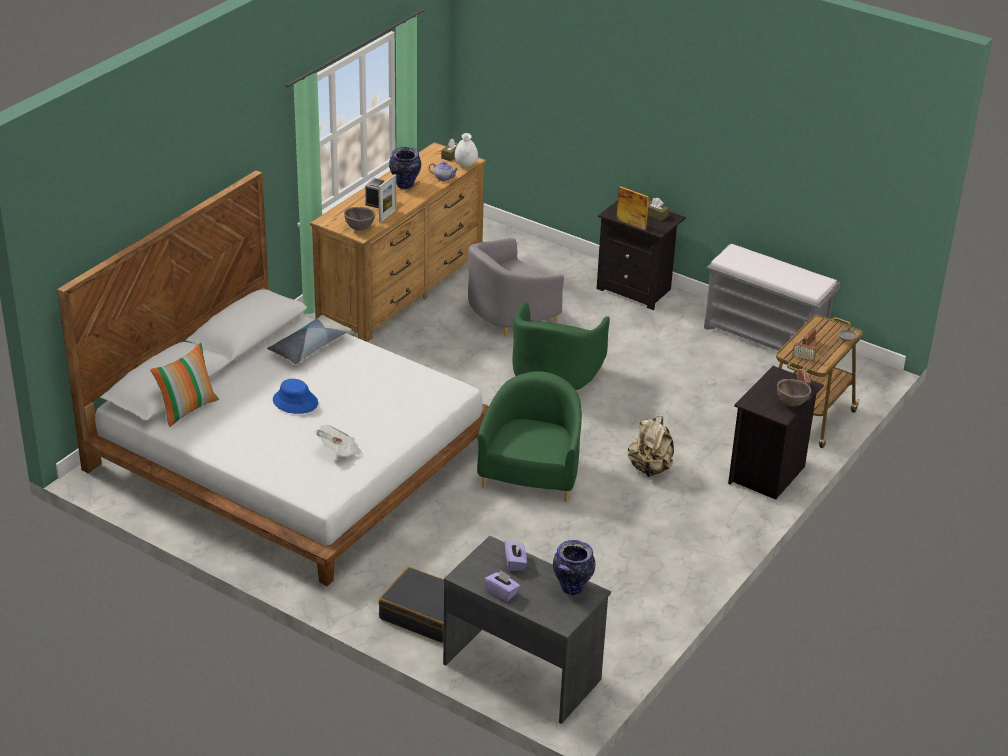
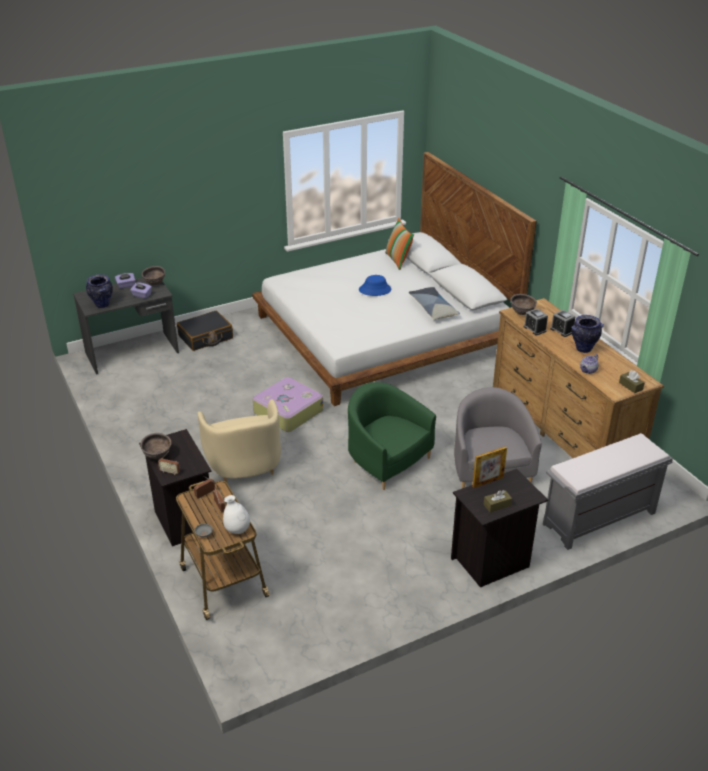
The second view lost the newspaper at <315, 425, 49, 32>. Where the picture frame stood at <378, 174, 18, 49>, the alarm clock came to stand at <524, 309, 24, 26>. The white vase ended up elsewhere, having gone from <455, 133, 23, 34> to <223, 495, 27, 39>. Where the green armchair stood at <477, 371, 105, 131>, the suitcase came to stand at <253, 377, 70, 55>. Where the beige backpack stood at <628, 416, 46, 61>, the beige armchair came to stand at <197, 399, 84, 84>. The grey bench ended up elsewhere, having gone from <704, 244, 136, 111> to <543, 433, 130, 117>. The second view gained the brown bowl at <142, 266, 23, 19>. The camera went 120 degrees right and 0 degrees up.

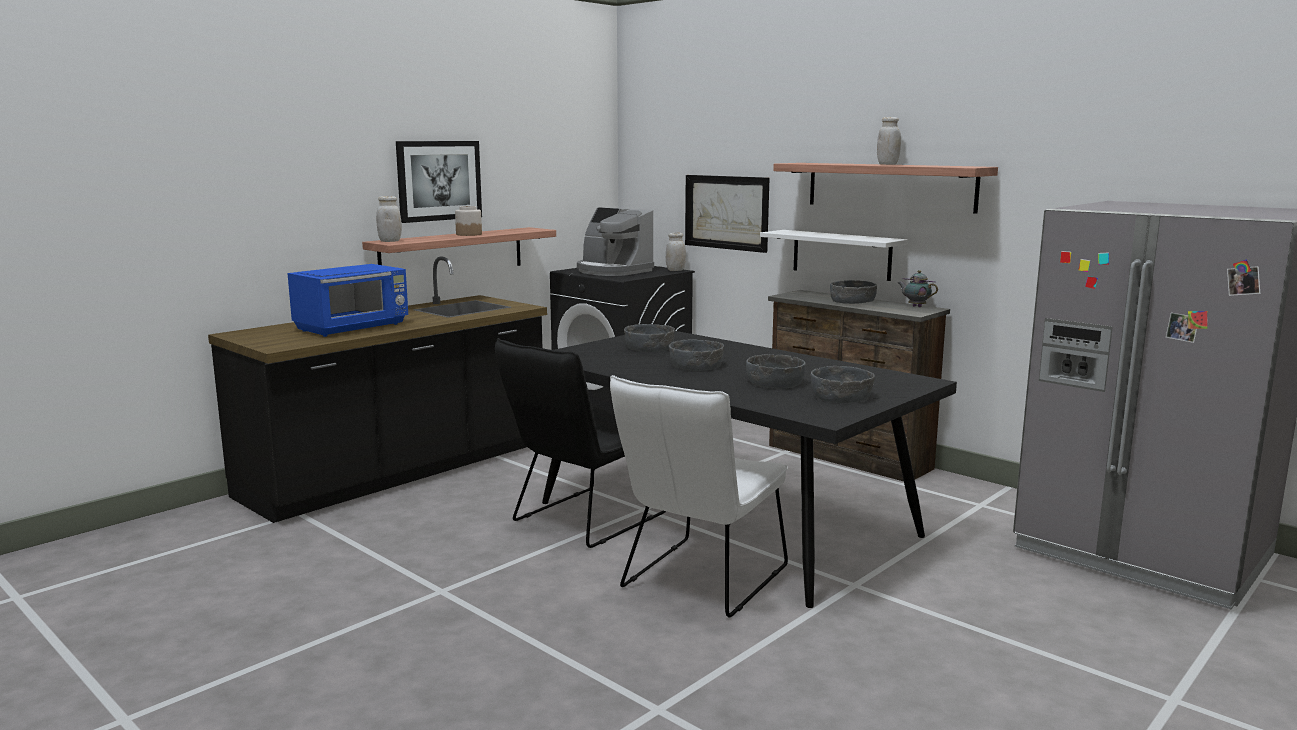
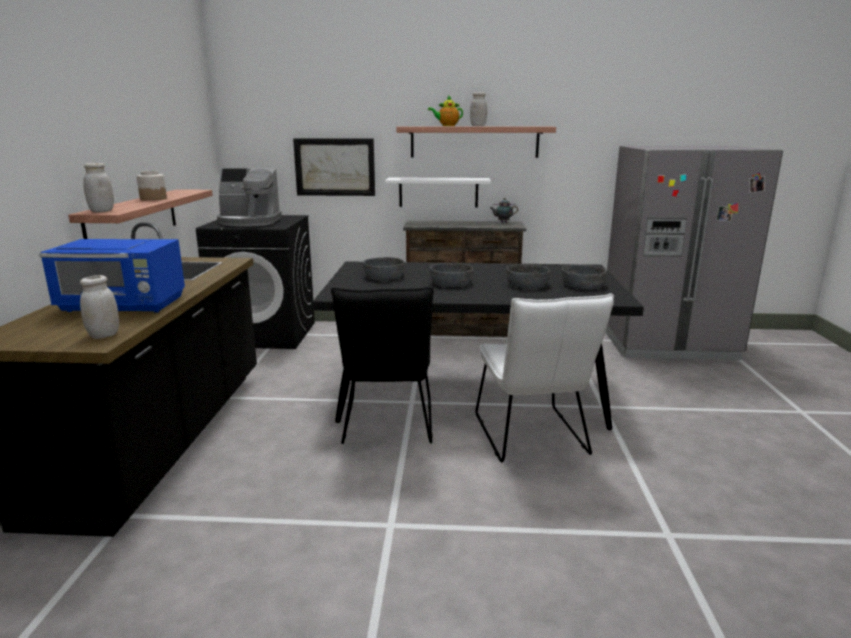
The blue microwave at <287, 264, 121, 73> ended up facing another way, 90 degrees clockwise from before. The second view lost the picture at <396, 141, 86, 82>. The white jar ended up elsewhere, having gone from <666, 233, 20, 38> to <80, 275, 39, 64>. The second view lost the grey bowl at <830, 280, 47, 24>. The second view gained the teapot at <428, 95, 35, 31>. The camera went 40 degrees left and 5 degrees up.

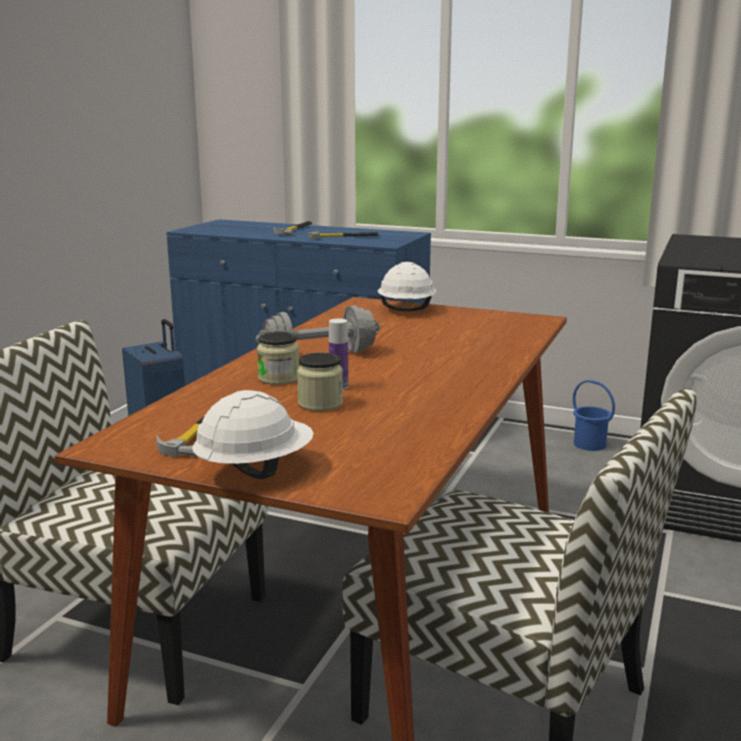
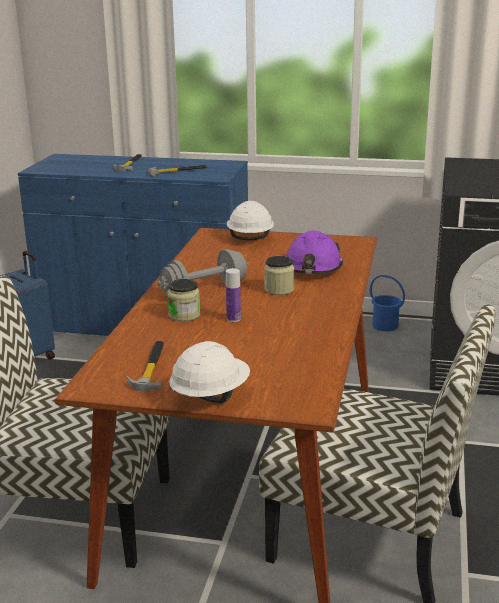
The jar ended up elsewhere, having gone from <297, 353, 46, 58> to <264, 256, 31, 39>. The second view gained the purple hard hat at <286, 230, 57, 44>. The camera went 10 degrees left and 5 degrees up.

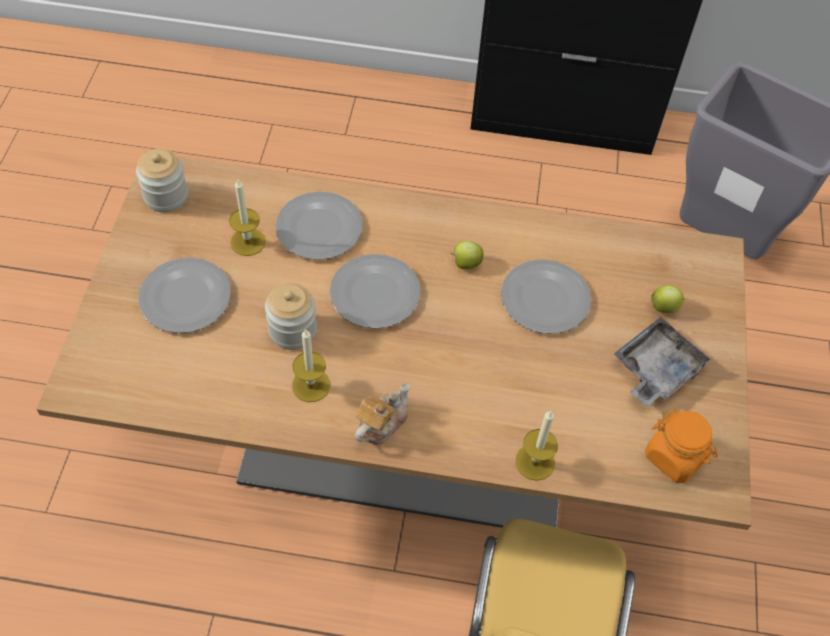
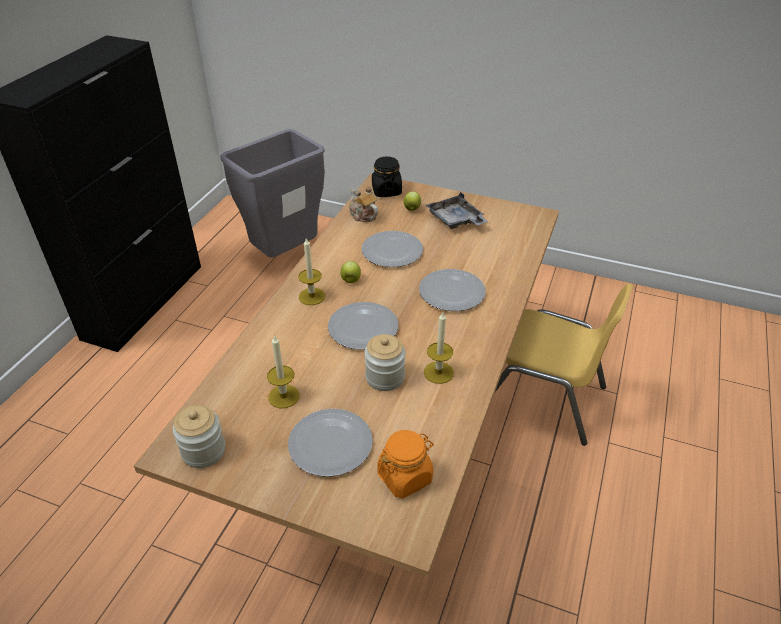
The plate ended up elsewhere, having gone from <275, 191, 88, 69> to <419, 269, 67, 42>. The teapot ended up elsewhere, having gone from <354, 383, 56, 62> to <349, 186, 29, 36>. The candle ended up elsewhere, having gone from <515, 411, 43, 70> to <298, 238, 27, 67>. The orange jar ended up elsewhere, having gone from <645, 409, 73, 74> to <377, 430, 57, 68>. The second view gained the black jar at <372, 157, 30, 40>. The camera went 75 degrees left and 15 degrees down.

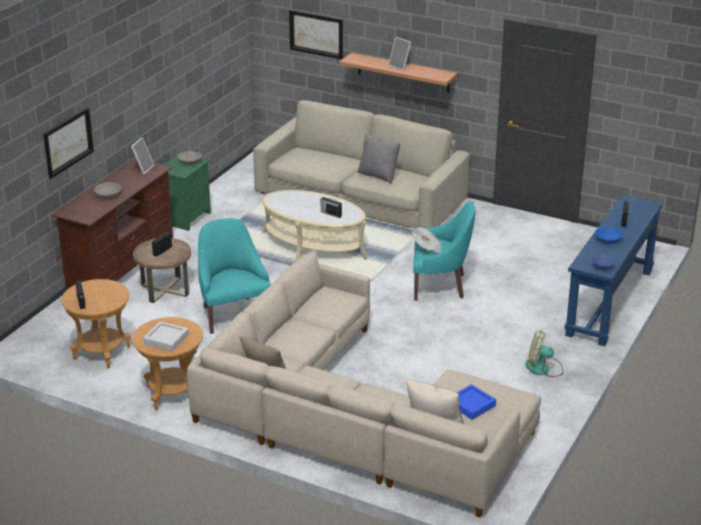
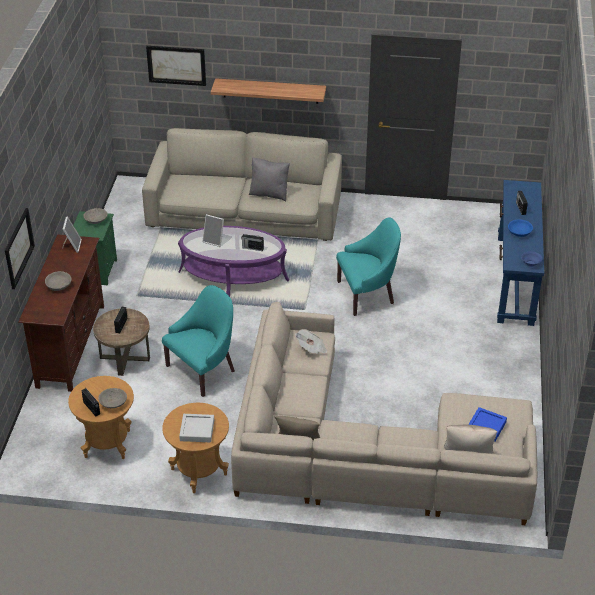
The turquoise armchair at <198, 218, 73, 116> ended up facing another way, 90 degrees clockwise from before. What was the beige coffee table at <262, 190, 106, 71> turned into the purple coffee table at <178, 226, 111, 71>. The picture frame ended up elsewhere, having gone from <388, 37, 23, 34> to <202, 214, 22, 33>. The newspaper ended up elsewhere, having gone from <411, 227, 30, 26> to <295, 329, 33, 25>. The second view lost the fan at <525, 331, 38, 46>. The second view gained the grey bowl at <98, 388, 29, 20>. The camera went 20 degrees left and 10 degrees up.

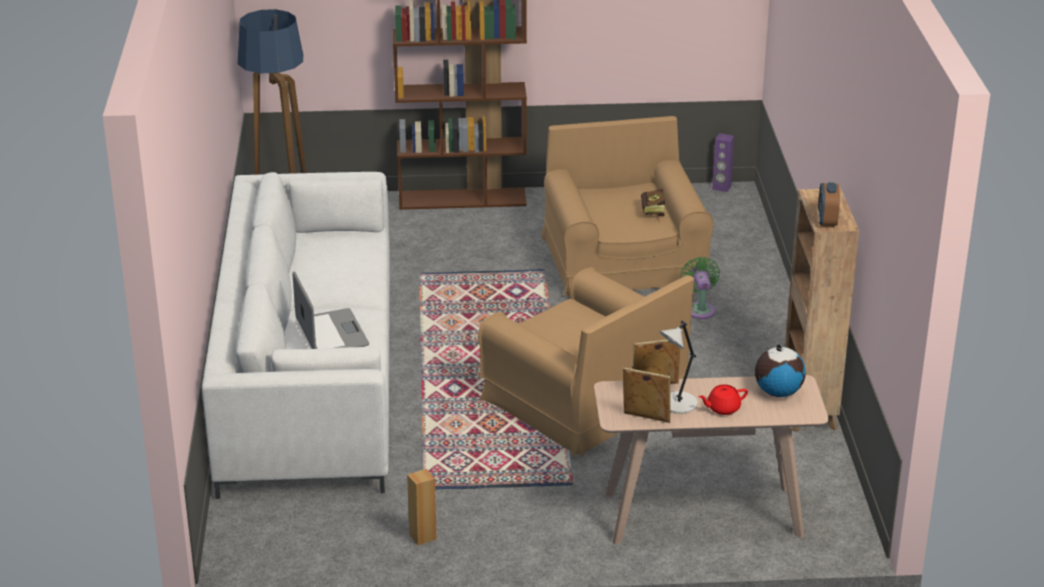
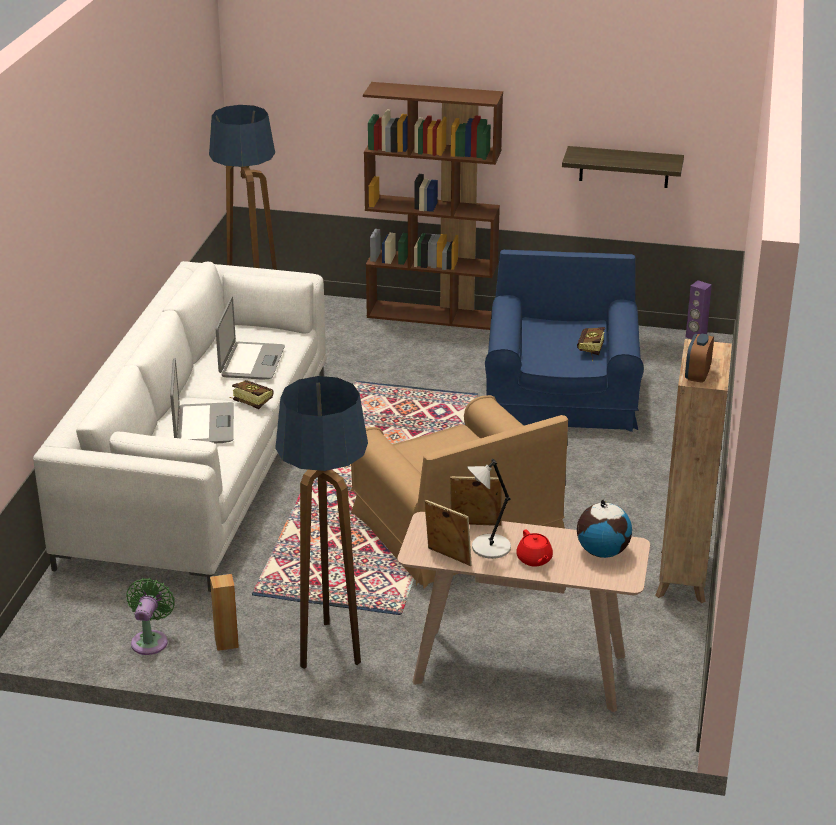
What was the brown armchair at <541, 116, 173, 182> turned into the blue armchair at <485, 250, 159, 182>. The green fan ended up elsewhere, having gone from <680, 257, 40, 62> to <126, 578, 49, 77>. The red teapot at <698, 384, 50, 31> ended up facing another way, 105 degrees counterclockwise from before. The second view gained the laptop at <216, 297, 69, 83>. The second view gained the book at <229, 380, 45, 29>. The second view gained the floor lamp at <275, 376, 93, 293>. The second view gained the shelf at <562, 146, 122, 42>. The camera went 15 degrees right and 0 degrees up.

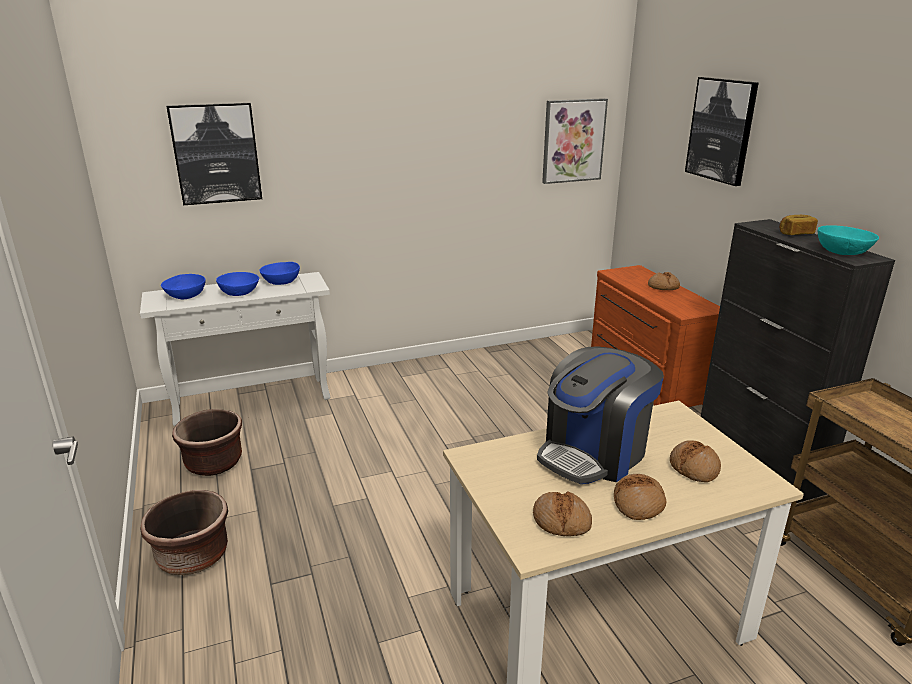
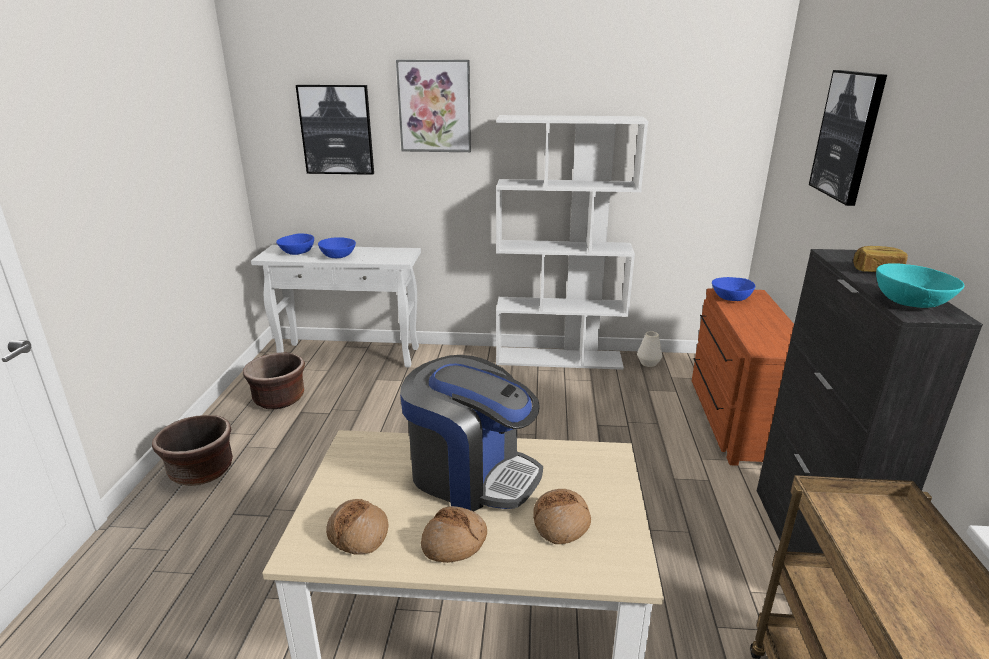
The blue bowl ended up elsewhere, having gone from <259, 262, 41, 23> to <712, 277, 43, 24>. The coffee machine at <537, 346, 127, 138> ended up facing another way, 135 degrees counterclockwise from before. The picture ended up elsewhere, having gone from <542, 98, 66, 86> to <396, 60, 75, 92>. The second view lost the bread at <648, 272, 32, 18>. The second view gained the white bookcase at <496, 115, 152, 255>. The second view gained the white vase at <637, 331, 25, 36>. The camera went 25 degrees right and 0 degrees up.

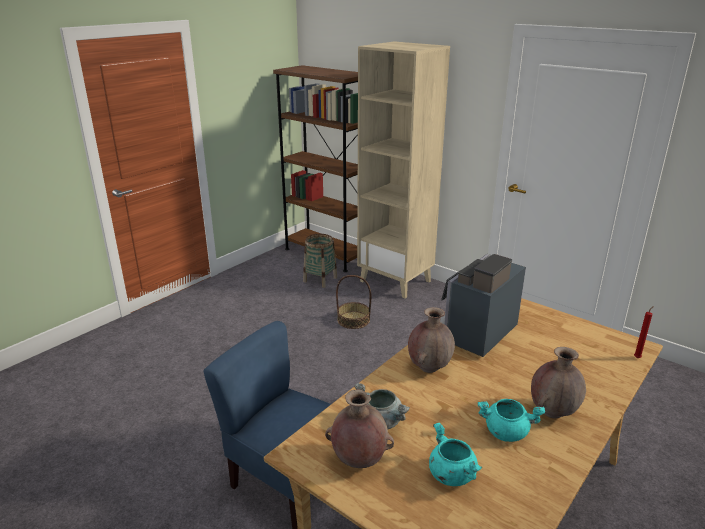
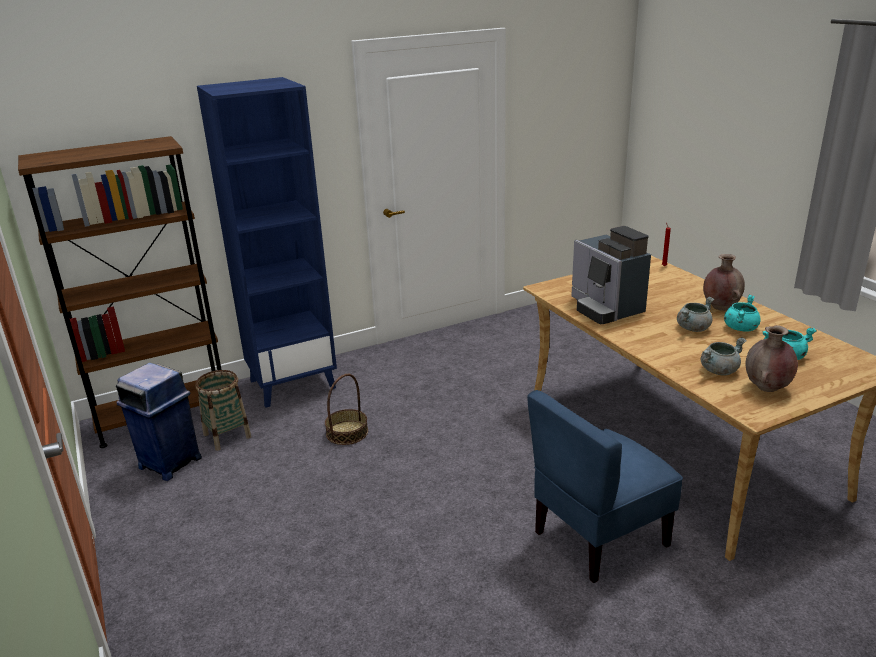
What was the beige bookcase at <357, 41, 93, 258> turned into the blue bookcase at <197, 77, 140, 331>. The second view lost the brown vase at <408, 307, 47, 66>. The second view gained the blue trash can at <116, 363, 86, 118>. The second view gained the grey cooking pot at <677, 297, 37, 35>. The camera went 65 degrees left and 0 degrees up.

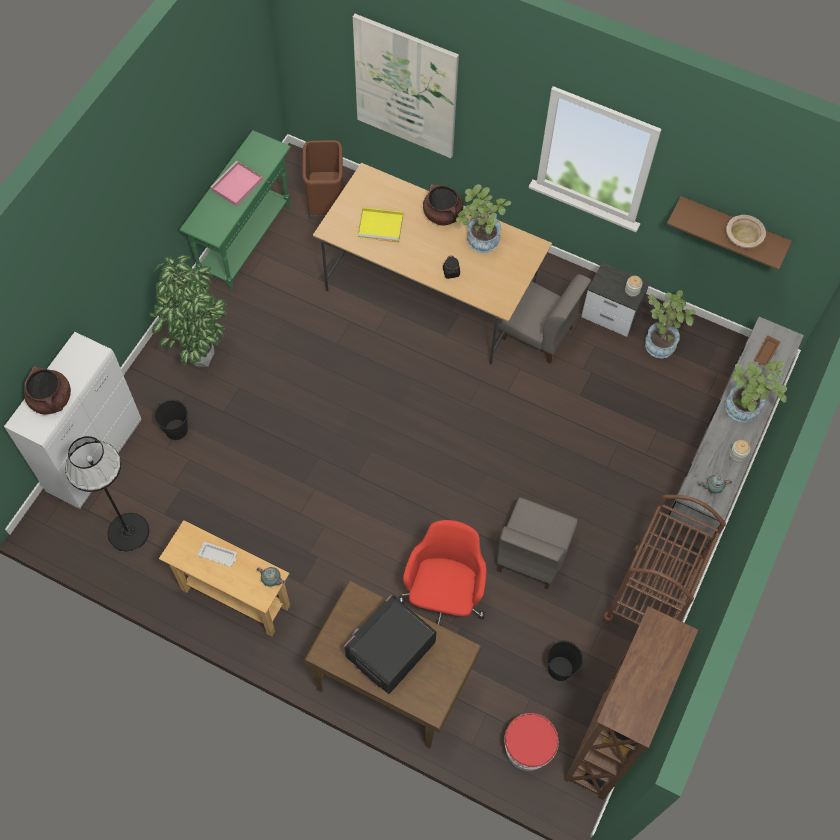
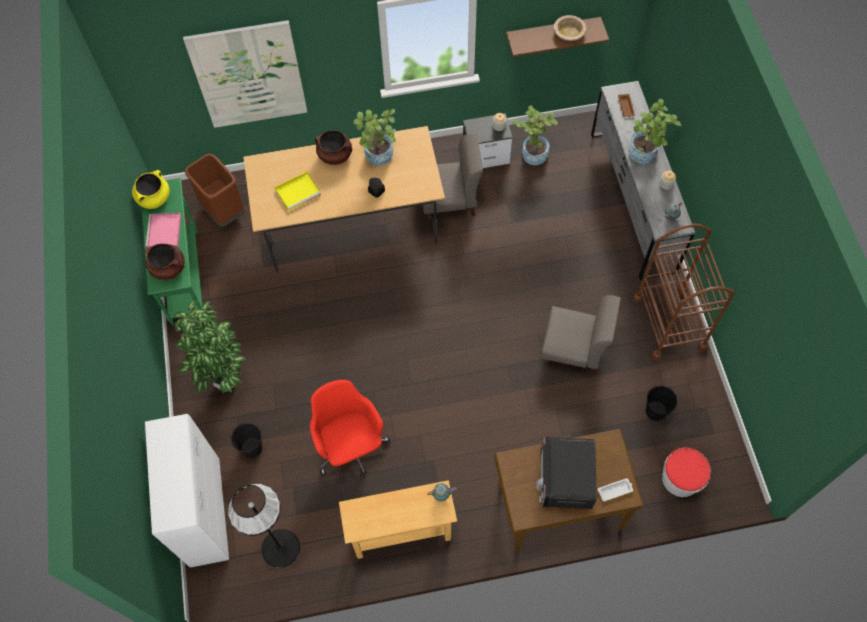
The brown cooking pot ended up elsewhere, having gone from <24, 366, 47, 49> to <144, 244, 41, 36>. The white tray ended up elsewhere, having gone from <198, 542, 39, 25> to <598, 478, 35, 24>. The red office chair ended up elsewhere, having gone from <398, 520, 89, 106> to <310, 380, 80, 95>. The grey chair at <497, 497, 81, 93> ended up facing another way, 60 degrees counterclockwise from before. The second view lost the brown bookcase at <564, 606, 134, 194>. The second view gained the yellow cooking pot at <132, 170, 38, 39>. The camera went 35 degrees left and 0 degrees up.

